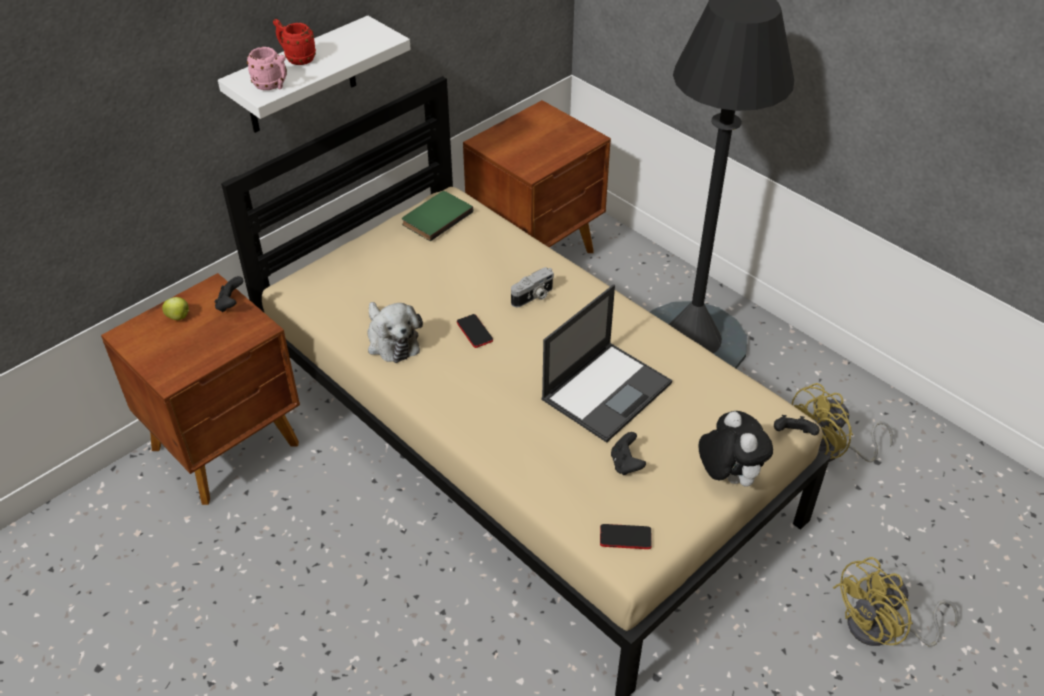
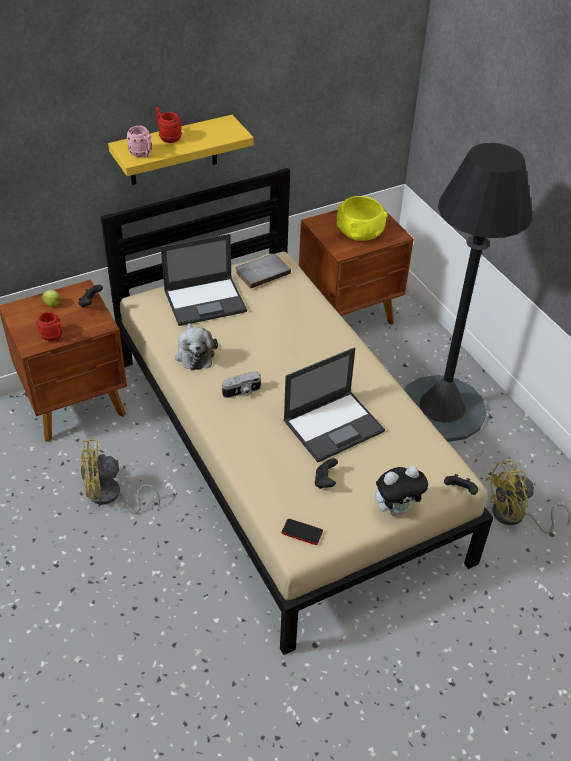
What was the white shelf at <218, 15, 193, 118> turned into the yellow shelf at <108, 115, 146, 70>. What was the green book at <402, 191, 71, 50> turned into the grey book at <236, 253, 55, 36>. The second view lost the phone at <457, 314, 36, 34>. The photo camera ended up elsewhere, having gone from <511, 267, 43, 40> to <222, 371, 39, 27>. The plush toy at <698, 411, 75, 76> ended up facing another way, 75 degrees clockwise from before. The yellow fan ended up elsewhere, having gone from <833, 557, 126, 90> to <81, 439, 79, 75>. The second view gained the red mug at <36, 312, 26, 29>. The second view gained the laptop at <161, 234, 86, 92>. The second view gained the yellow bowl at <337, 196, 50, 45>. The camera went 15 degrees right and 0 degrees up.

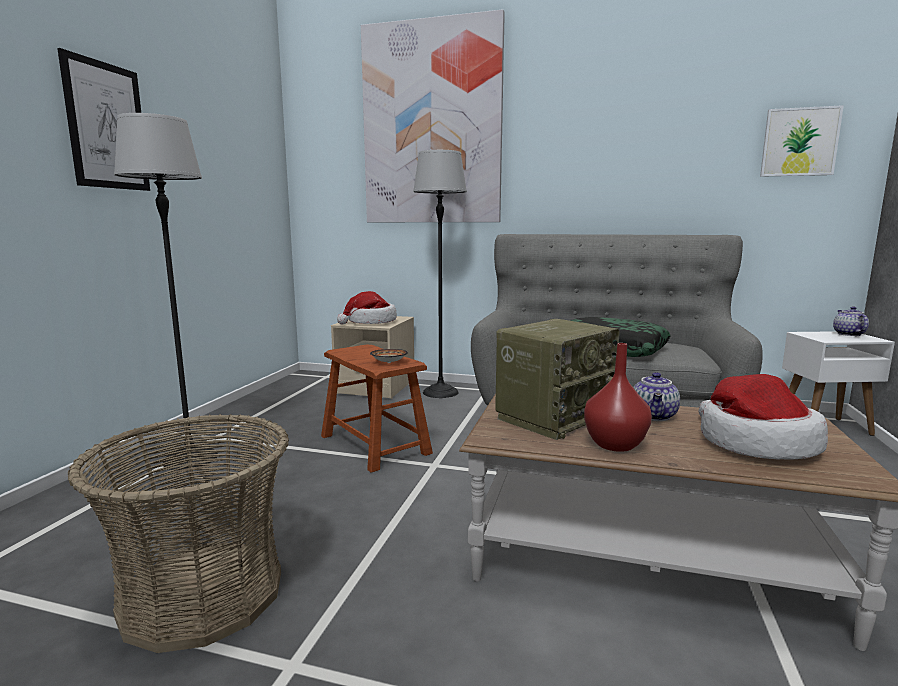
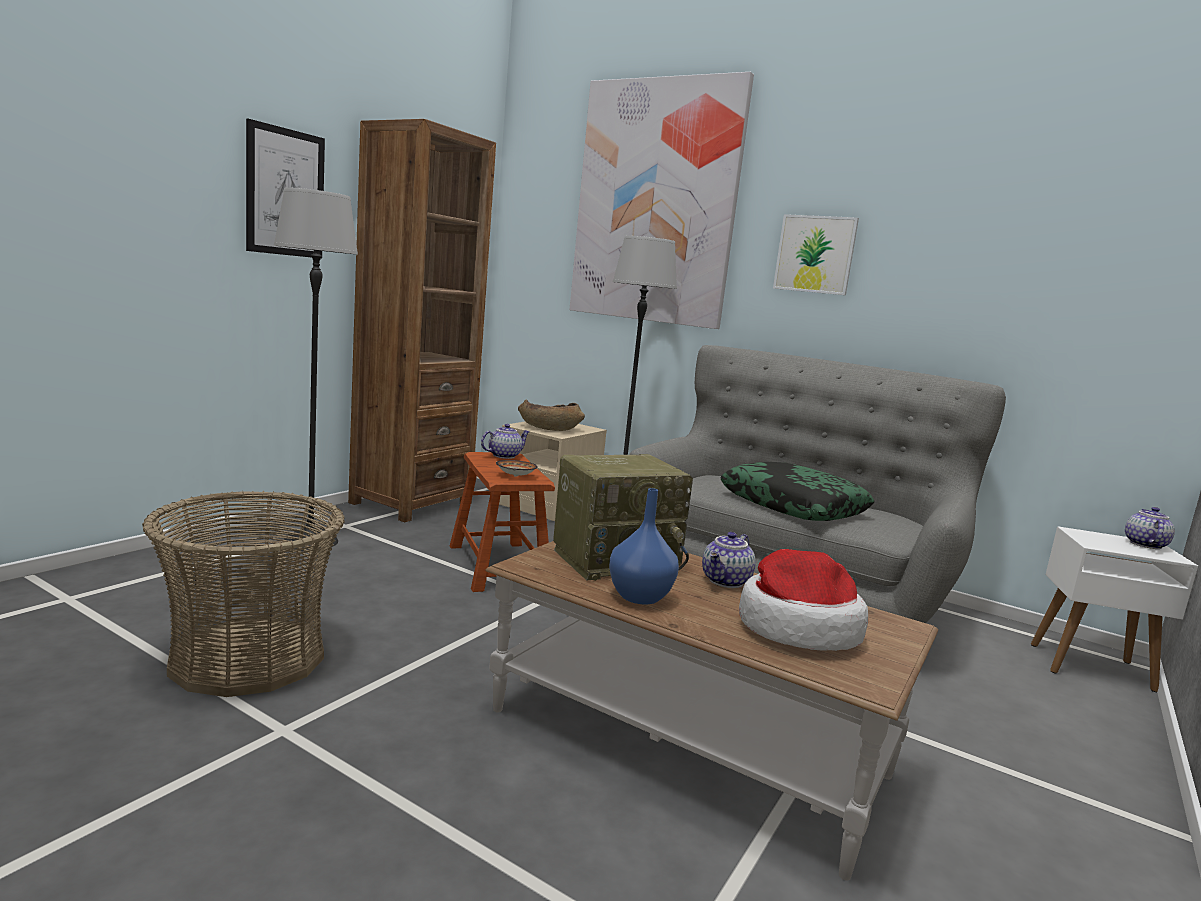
Where the hat stood at <337, 291, 60, 33>, the brown bowl came to stand at <518, 400, 67, 31>. What was the red vase at <584, 343, 68, 109> turned into the blue vase at <609, 488, 70, 116>. The picture ended up elsewhere, having gone from <760, 105, 84, 72> to <773, 214, 86, 81>. The second view gained the brown bookcase at <348, 119, 148, 403>. The second view gained the teapot at <481, 424, 49, 35>. The camera went 15 degrees right and 0 degrees up.

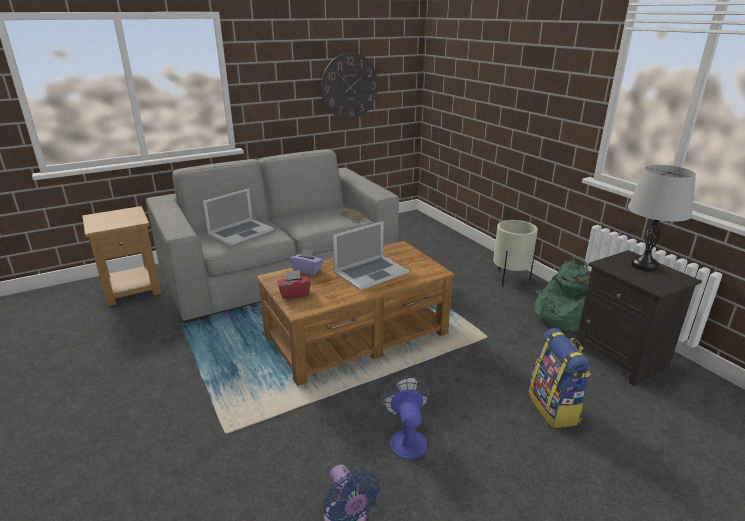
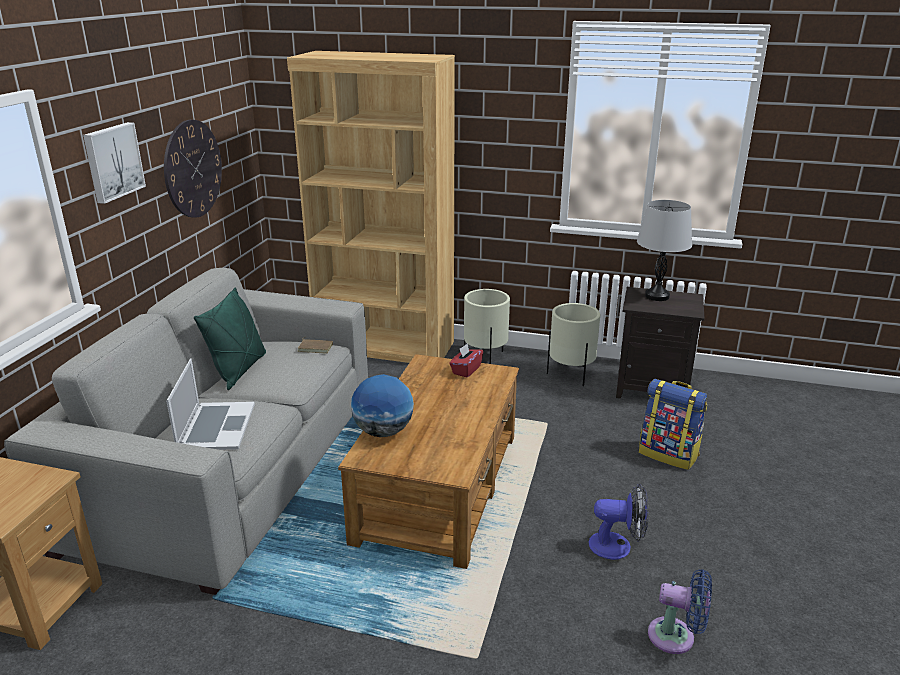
The red tissue box ended up elsewhere, having gone from <277, 270, 34, 29> to <449, 343, 34, 35>. Where the purple tissue box stood at <290, 249, 33, 27>, the globe came to stand at <351, 374, 63, 63>. The second view lost the laptop at <333, 221, 76, 70>. The fan at <380, 376, 50, 83> ended up facing another way, 150 degrees clockwise from before. Where the green backpack stood at <534, 258, 57, 74>, the beige planter came to stand at <547, 303, 53, 83>. The second view gained the picture at <83, 122, 63, 82>. The second view gained the green pillow at <194, 287, 72, 103>. The second view gained the brown bookcase at <287, 51, 168, 312>. The camera went 45 degrees left and 0 degrees up.

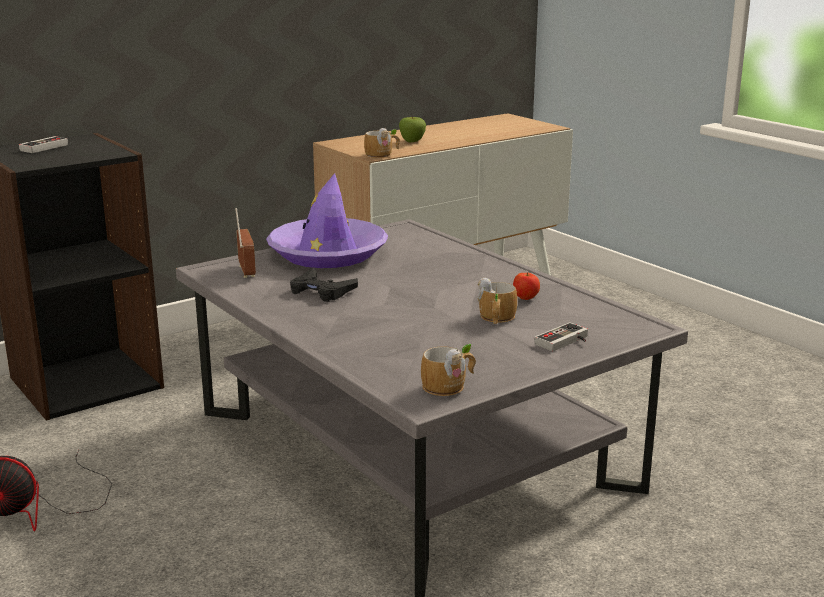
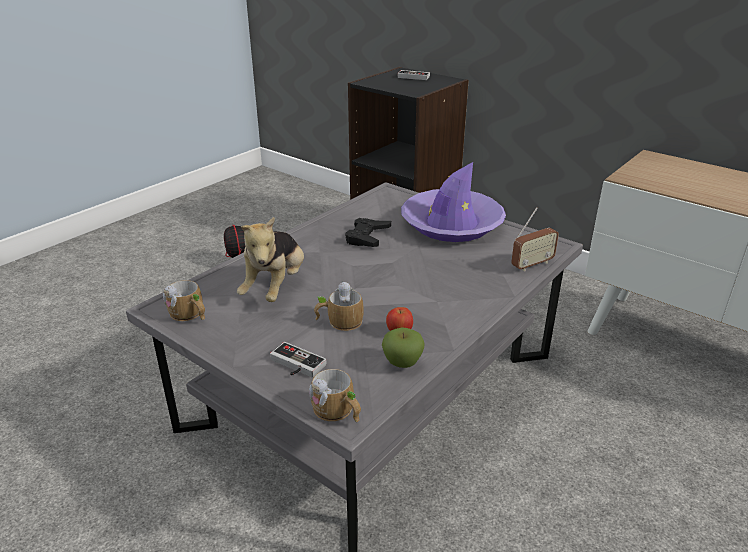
The radio ended up elsewhere, having gone from <235, 208, 21, 70> to <511, 207, 48, 64>. The mug ended up elsewhere, having gone from <364, 128, 36, 30> to <309, 369, 52, 53>. The apple ended up elsewhere, having gone from <399, 117, 27, 25> to <382, 327, 43, 41>. The second view gained the plush toy at <237, 217, 67, 85>. The camera went 75 degrees right and 10 degrees up.

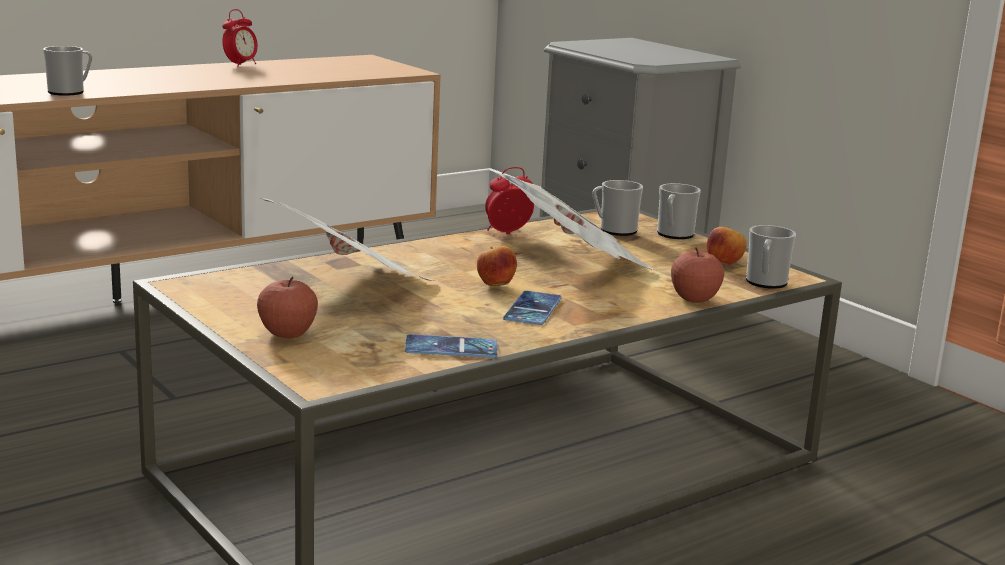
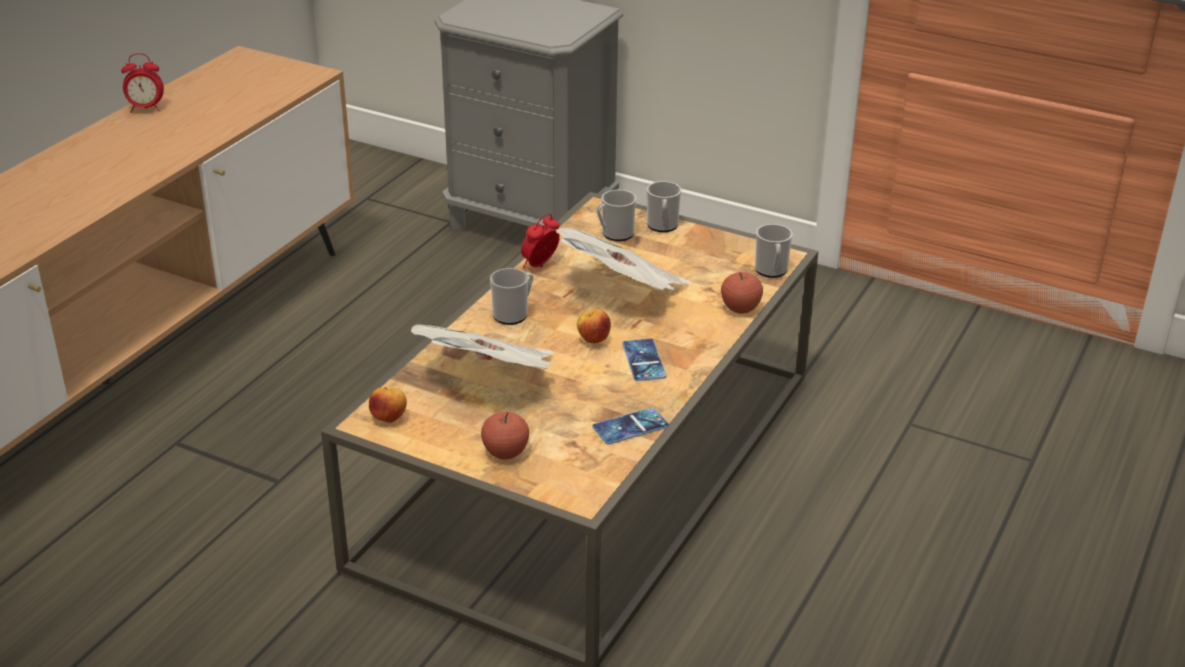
The mug ended up elsewhere, having gone from <43, 46, 49, 50> to <490, 268, 43, 57>. The alarm clock at <222, 9, 36, 58> ended up facing another way, 75 degrees clockwise from before. The apple ended up elsewhere, having gone from <707, 227, 40, 38> to <369, 387, 38, 36>. The camera went 25 degrees left and 15 degrees up.

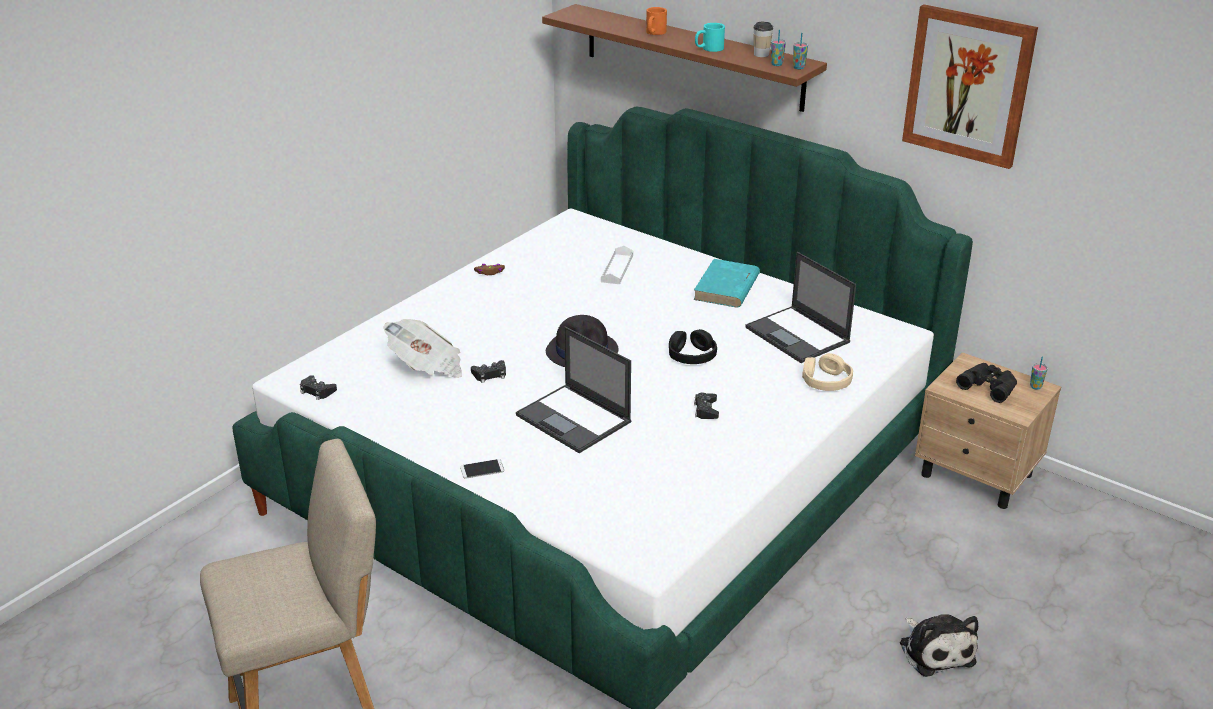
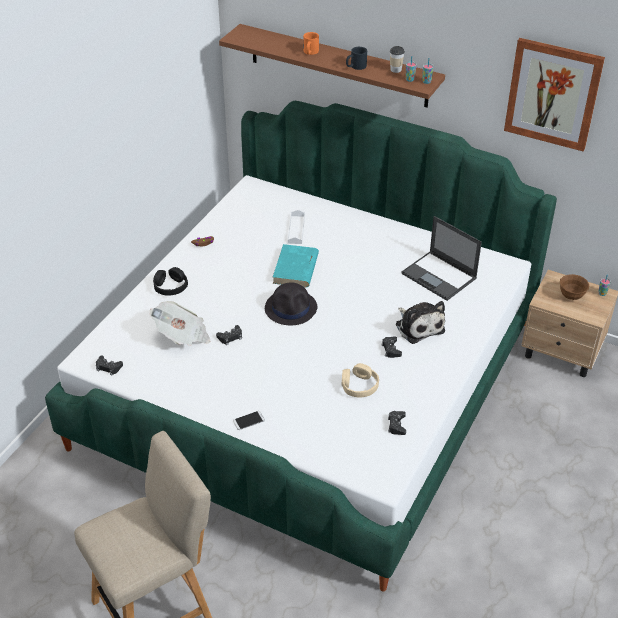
The second view lost the laptop at <516, 327, 115, 126>. The black headphones ended up elsewhere, having gone from <669, 329, 48, 35> to <153, 267, 35, 29>. The turquoise book ended up elsewhere, having gone from <693, 259, 67, 49> to <273, 244, 46, 44>. What was the turquoise mug at <695, 23, 30, 29> turned into the black mug at <346, 47, 21, 23>. The beige headphones ended up elsewhere, having gone from <802, 353, 51, 38> to <342, 363, 37, 35>. The plush toy ended up elsewhere, having gone from <900, 614, 78, 63> to <395, 301, 50, 43>. Where the black binoculars stood at <956, 363, 61, 40>, the brown bowl came to stand at <560, 274, 29, 26>. The second view gained the black game controller at <388, 411, 18, 24>. The camera went 10 degrees left and 10 degrees up.

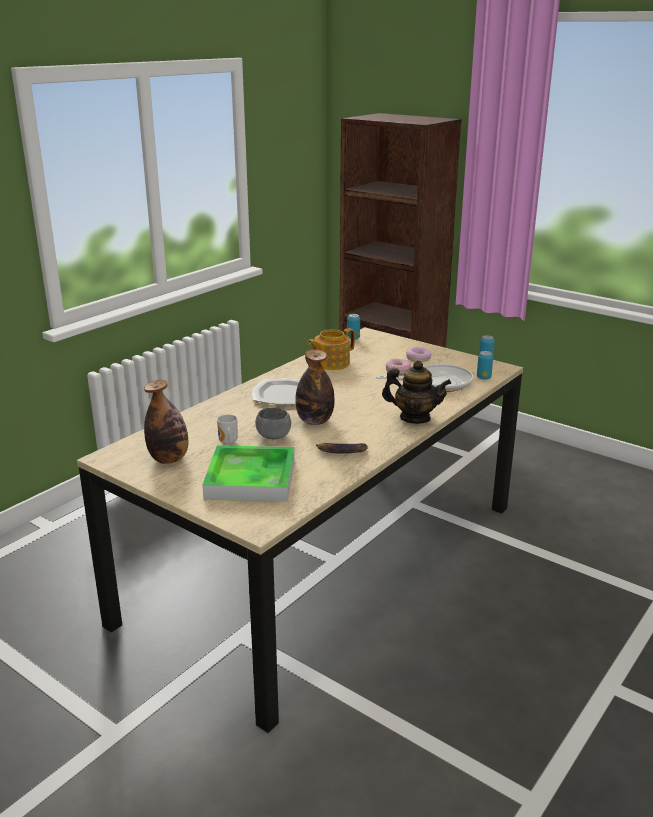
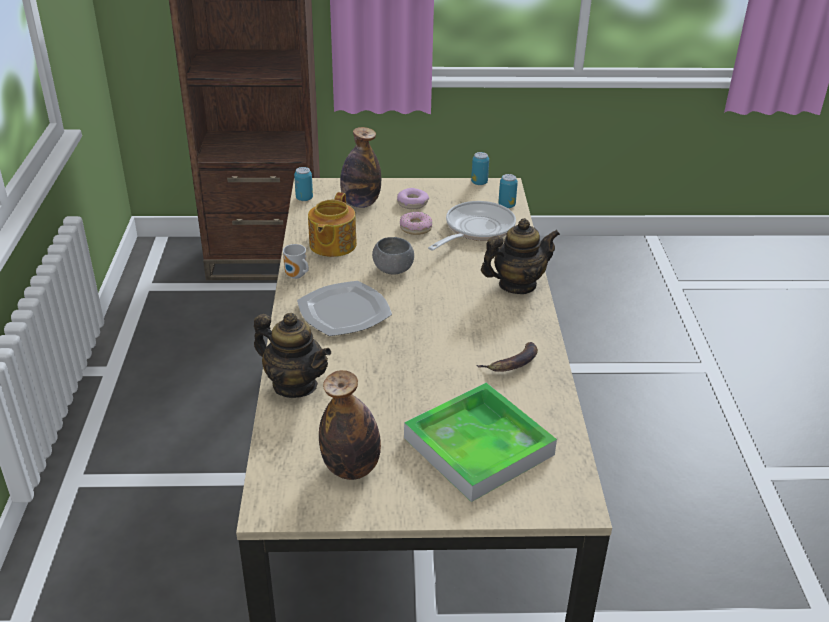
The mug ended up elsewhere, having gone from <217, 414, 21, 31> to <283, 244, 26, 35>. The grey bowl ended up elsewhere, having gone from <255, 407, 36, 32> to <372, 237, 42, 38>. The bottle ended up elsewhere, having gone from <295, 350, 40, 75> to <340, 127, 41, 81>. The second view gained the teapot at <254, 313, 77, 85>. The camera went 40 degrees left and 10 degrees up.

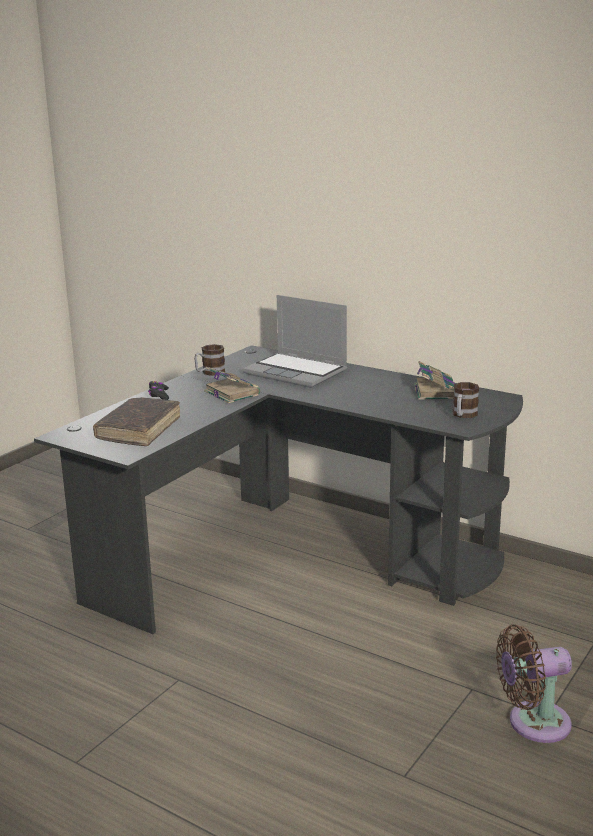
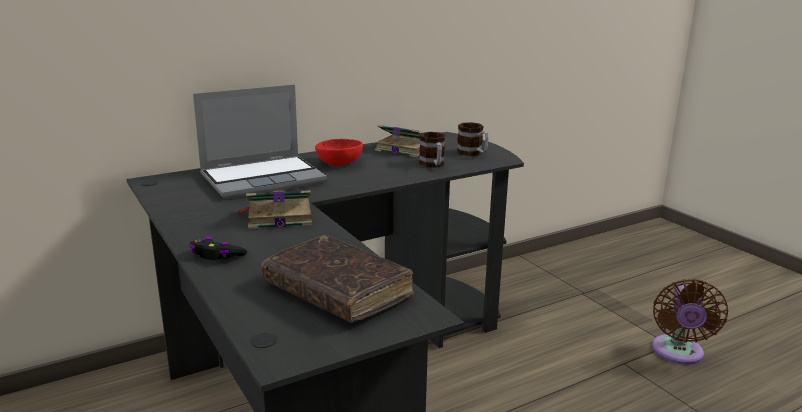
The mug ended up elsewhere, having gone from <194, 344, 31, 32> to <419, 132, 27, 36>. The second view gained the red bowl at <315, 139, 48, 27>. The camera went 65 degrees left and 0 degrees up.

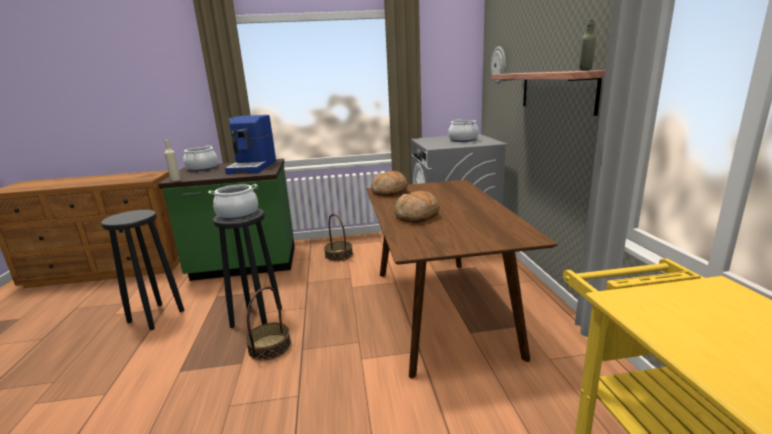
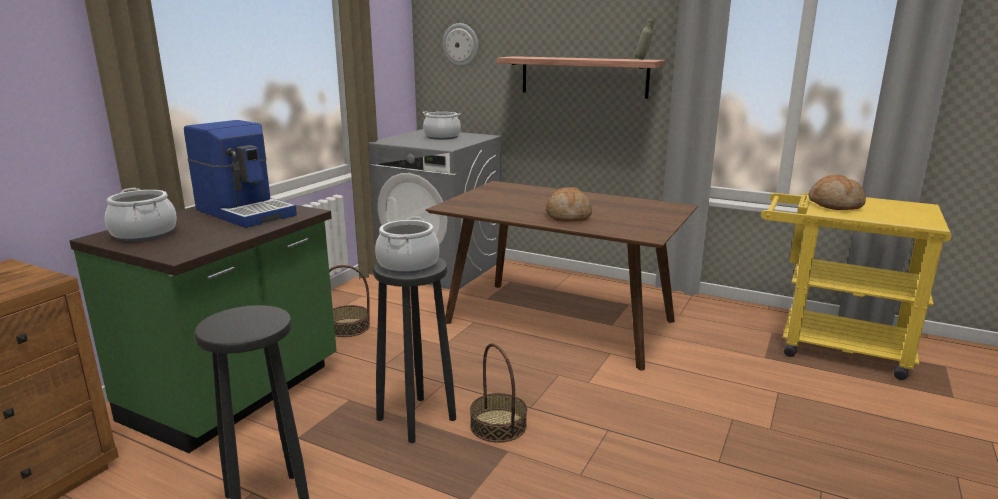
The second view lost the beige bottle at <164, 140, 17, 41>. The bread ended up elsewhere, having gone from <371, 171, 37, 25> to <808, 175, 58, 35>. The camera went 55 degrees left and 0 degrees up.

